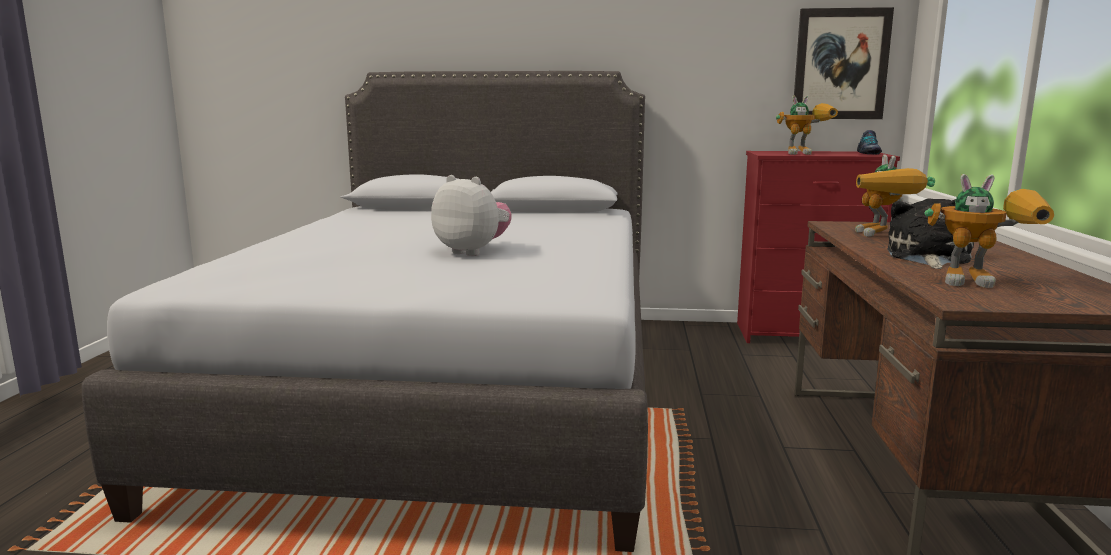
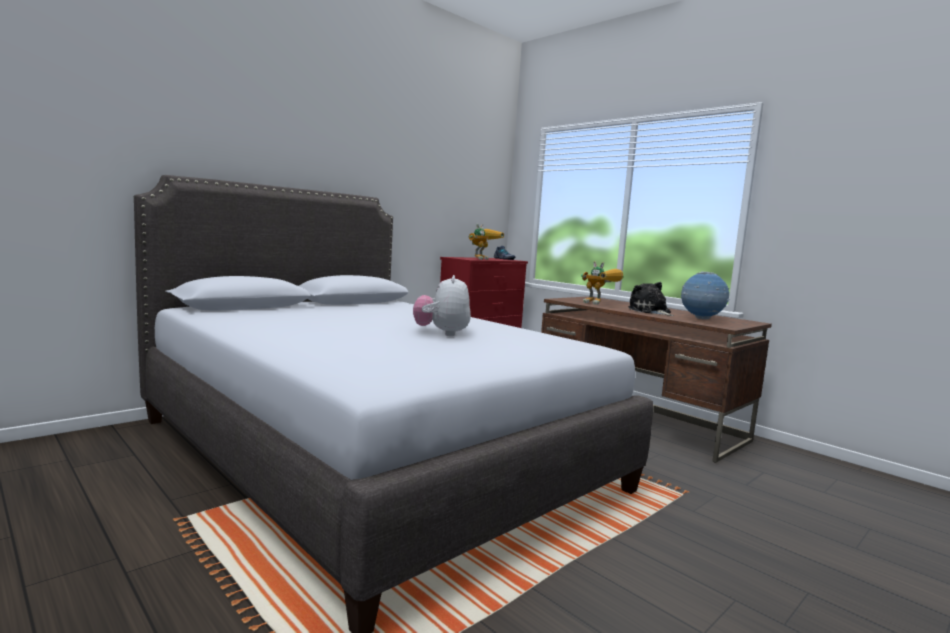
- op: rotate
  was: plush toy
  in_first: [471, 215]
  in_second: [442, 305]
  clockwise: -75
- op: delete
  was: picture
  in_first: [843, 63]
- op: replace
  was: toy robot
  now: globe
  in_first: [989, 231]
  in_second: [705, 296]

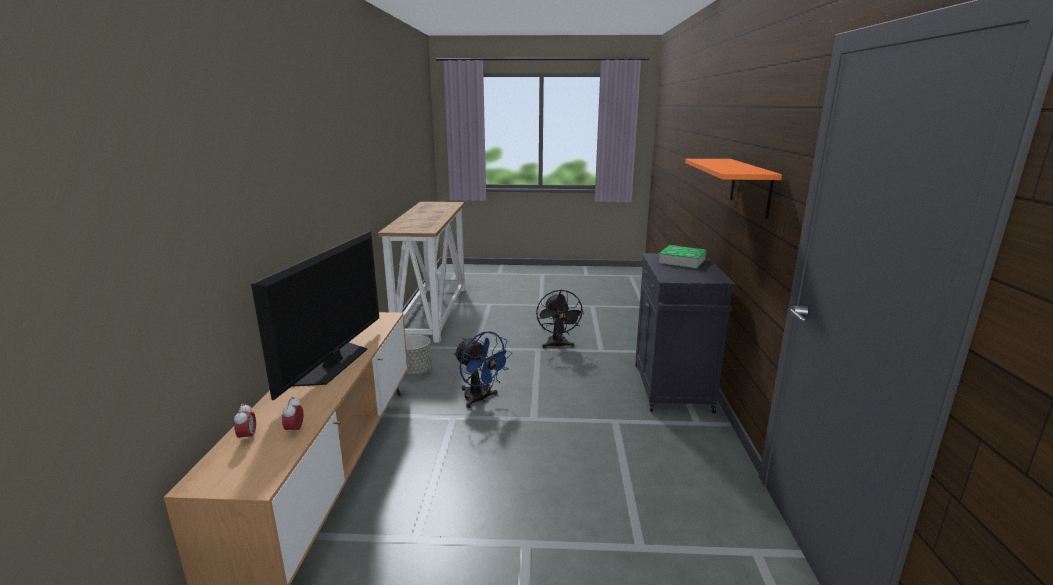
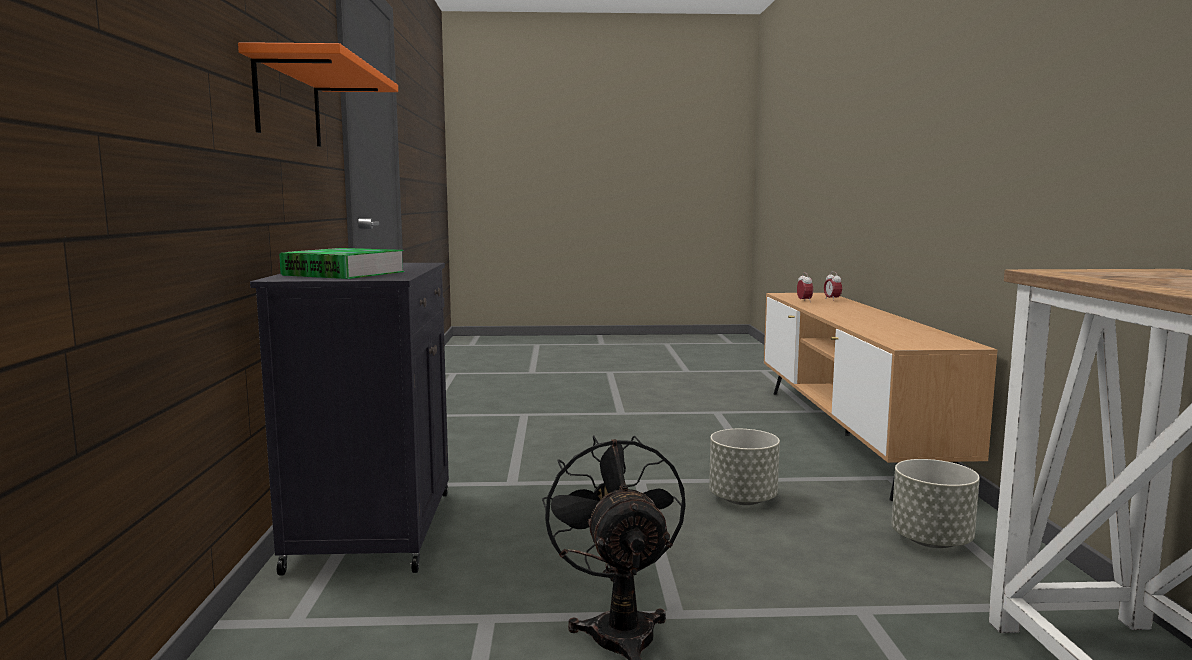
- op: delete
  was: television
  in_first: [315, 315]
- op: replace
  was: blue fan
  now: grey planter
  in_first: [483, 370]
  in_second: [744, 467]

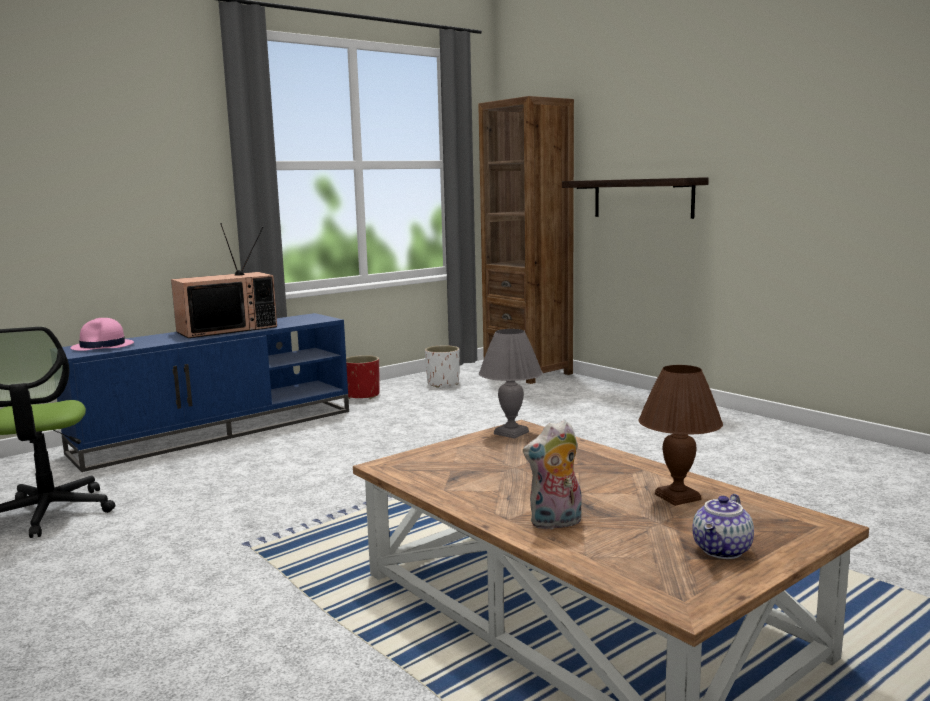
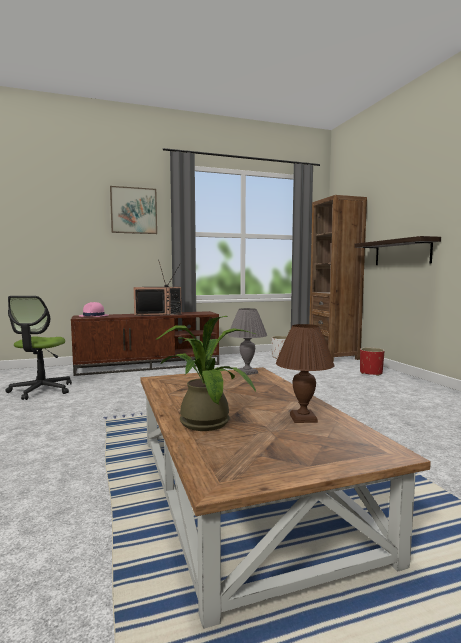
- op: recolor
  was: blue tv stand
  now: brown tv stand
  in_first: [203, 392]
  in_second: [145, 343]
- op: move
  was: red planter
  in_first: [363, 377]
  in_second: [372, 362]
- op: replace
  was: plush toy
  now: potted plant
  in_first: [552, 475]
  in_second: [206, 373]
- op: delete
  was: teapot
  in_first: [723, 526]
- op: insert
  now: picture
  in_second: [133, 210]

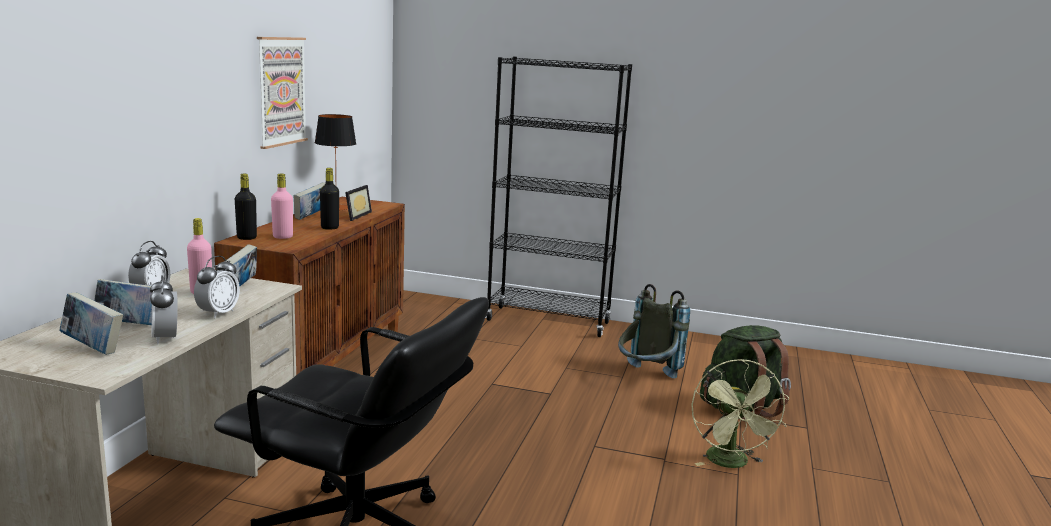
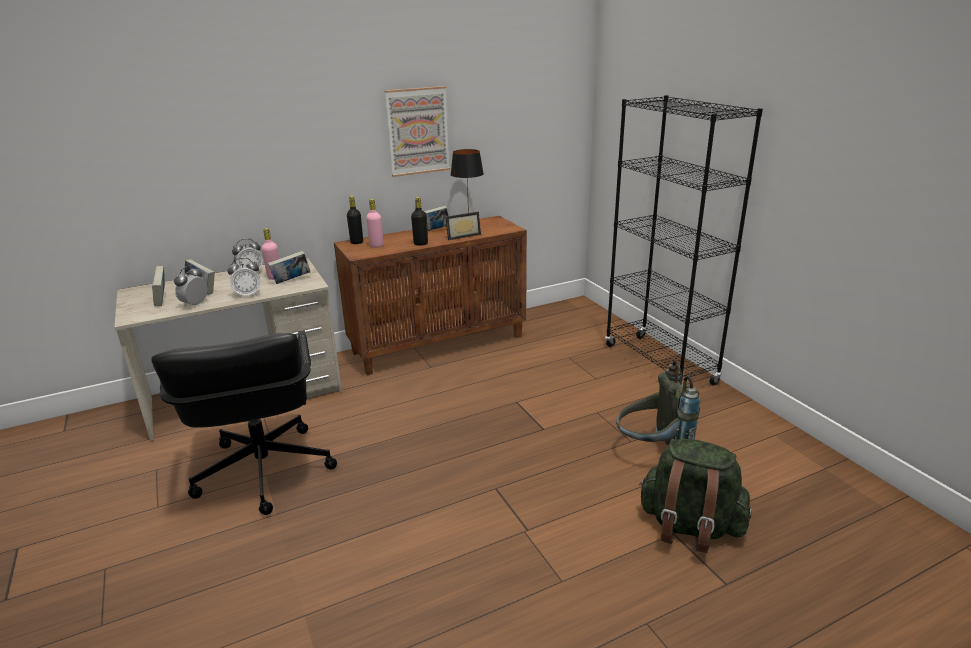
- op: delete
  was: green fan
  in_first: [740, 413]

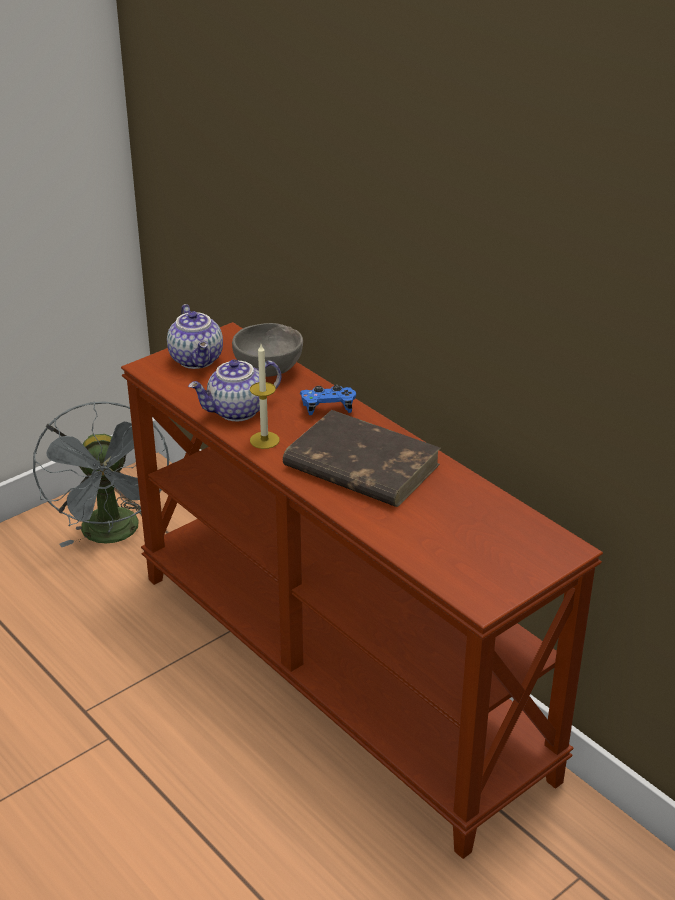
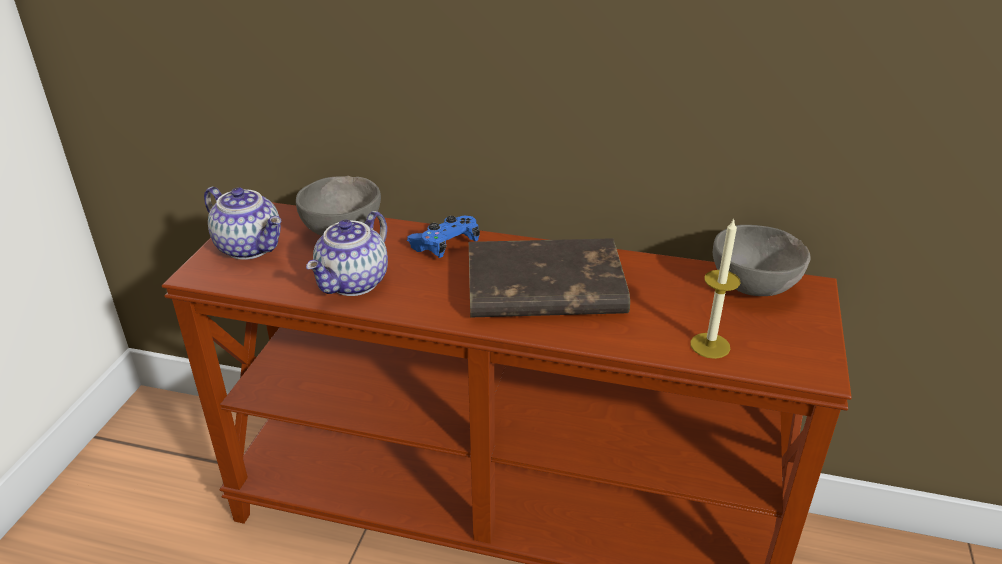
- op: delete
  was: grey fan
  in_first: [101, 474]
- op: move
  was: candle
  in_first: [265, 396]
  in_second: [715, 289]
- op: insert
  now: grey bowl
  in_second: [761, 260]

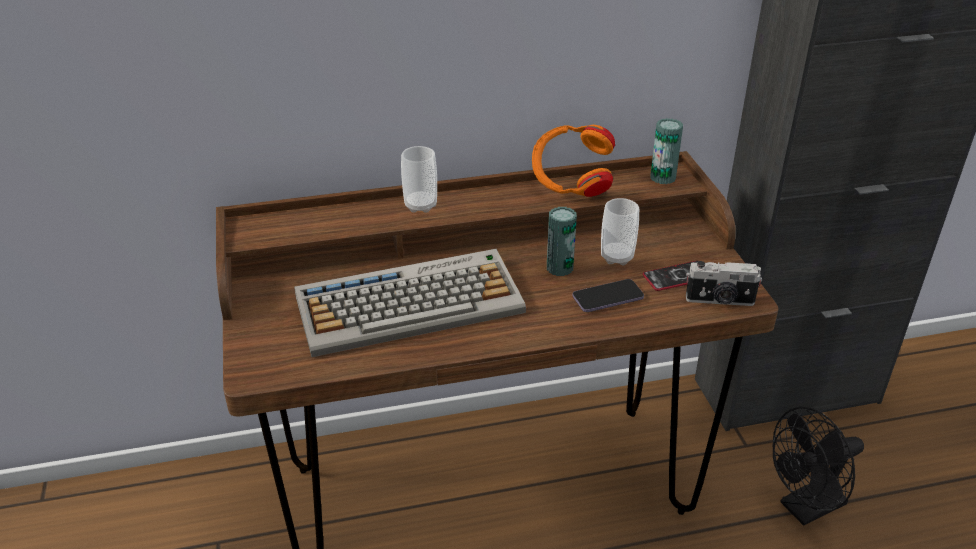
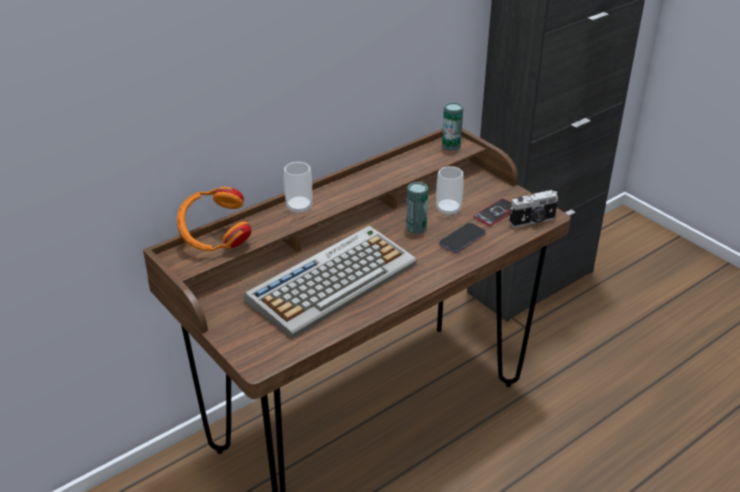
- op: move
  was: orange headphones
  in_first: [573, 161]
  in_second: [214, 219]
- op: delete
  was: black fan
  in_first: [818, 466]

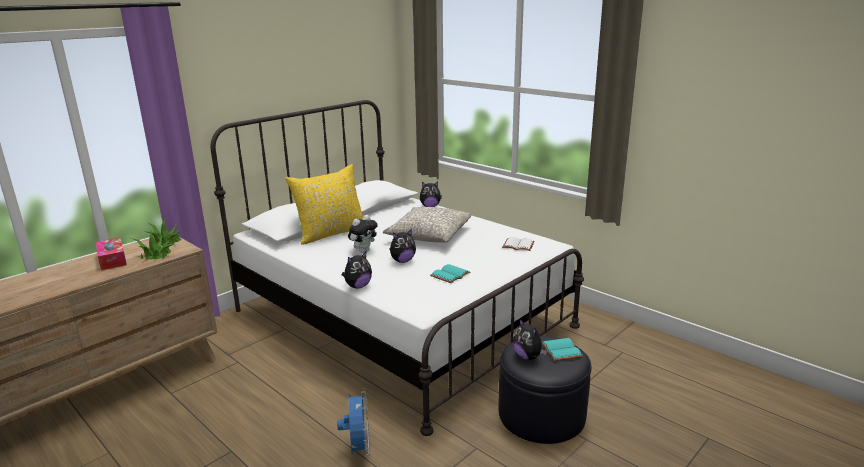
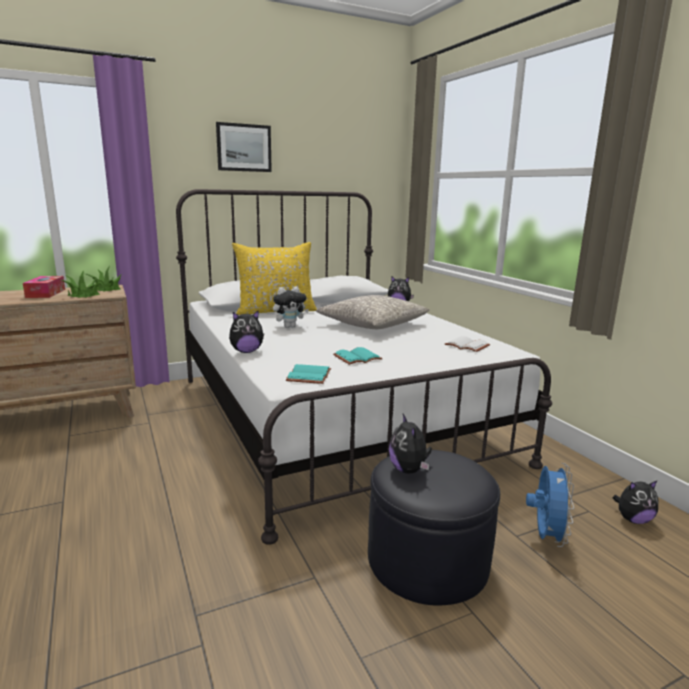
- op: move
  was: blue fan
  in_first: [353, 422]
  in_second: [550, 505]
- op: move
  was: plush toy
  in_first: [402, 246]
  in_second: [636, 502]
- op: move
  was: turquoise book
  in_first: [562, 349]
  in_second: [308, 374]
- op: insert
  now: picture
  in_second: [244, 147]

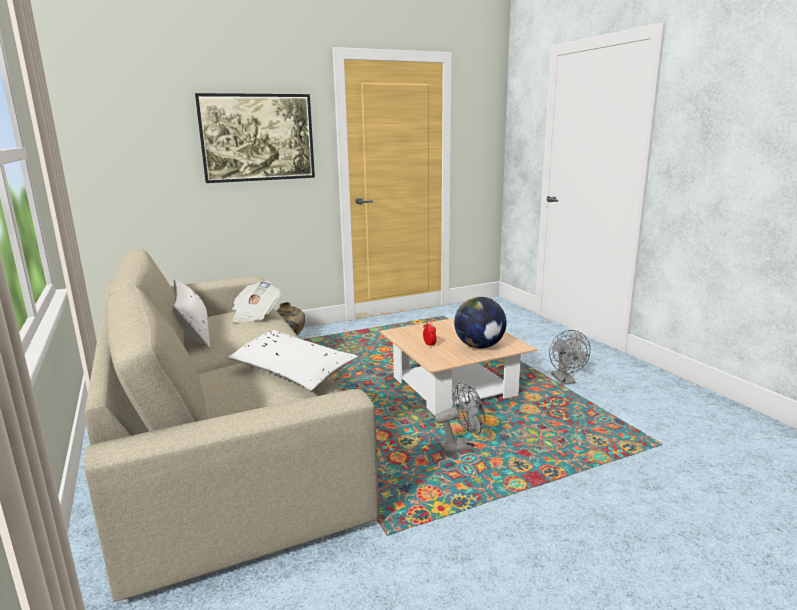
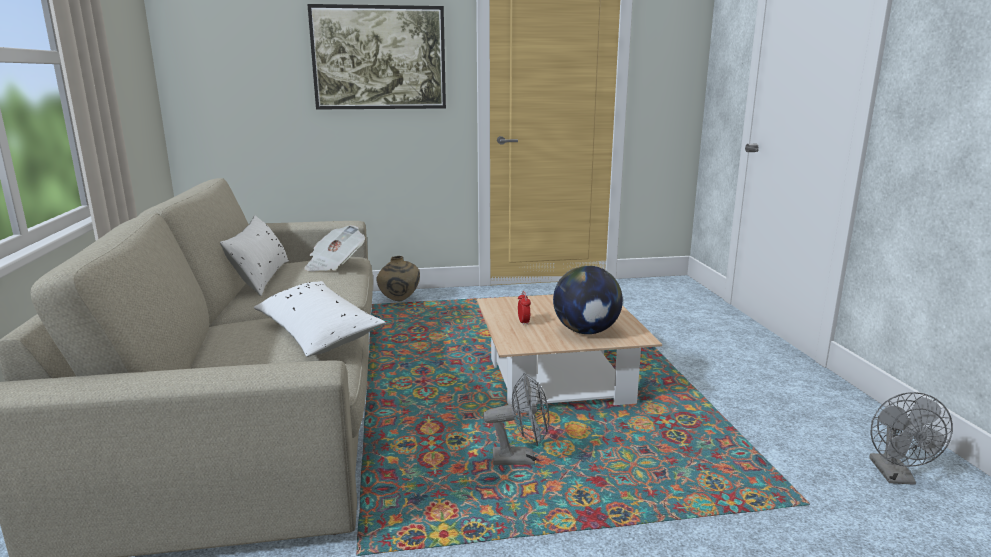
- op: move
  was: grey fan
  in_first: [570, 357]
  in_second: [911, 438]

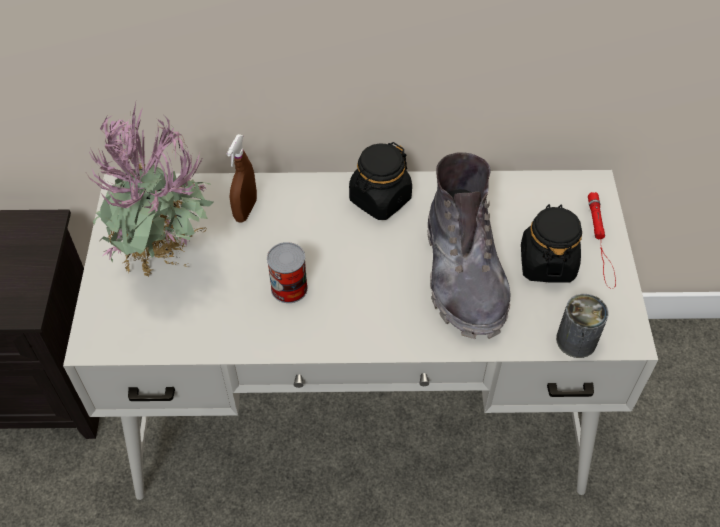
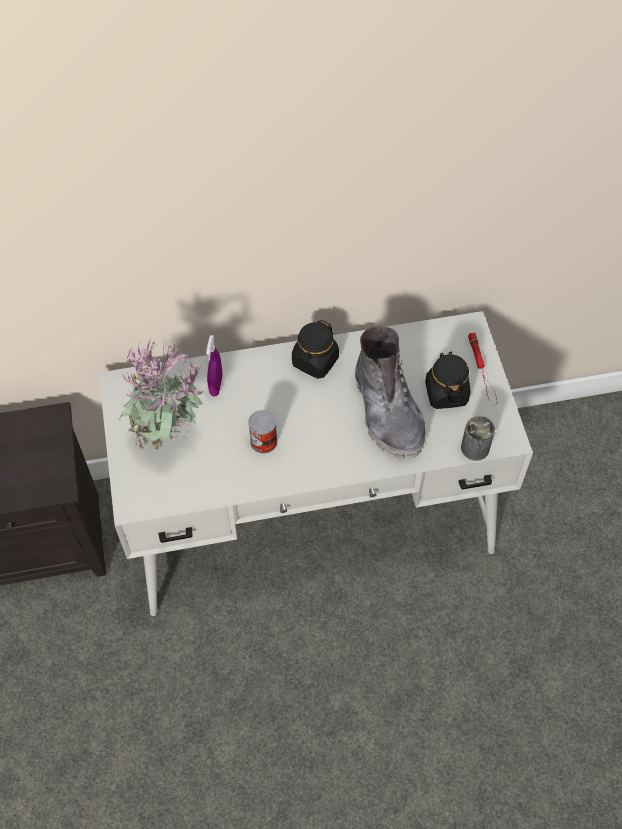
- op: recolor
  was: brown spray bottle
  now: purple spray bottle
  in_first: [242, 178]
  in_second: [214, 366]

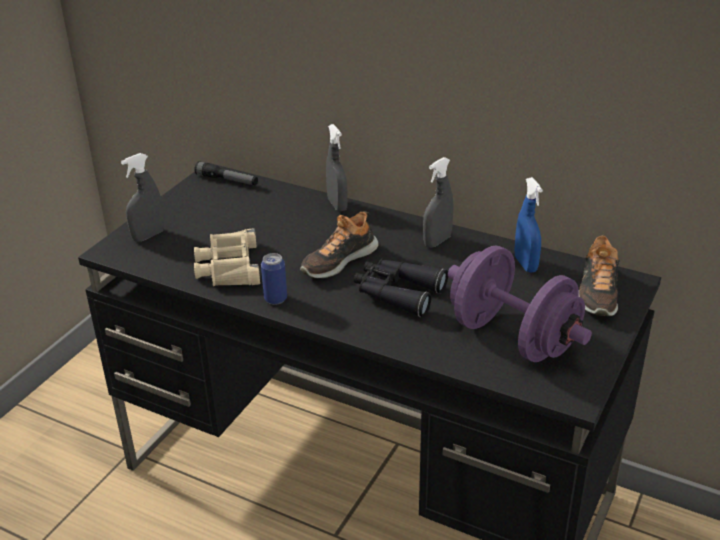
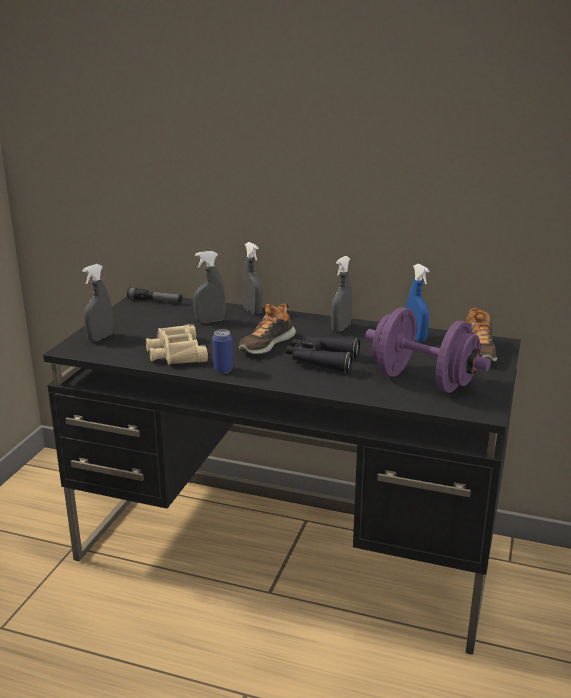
- op: insert
  now: grey spray bottle
  in_second: [209, 287]

